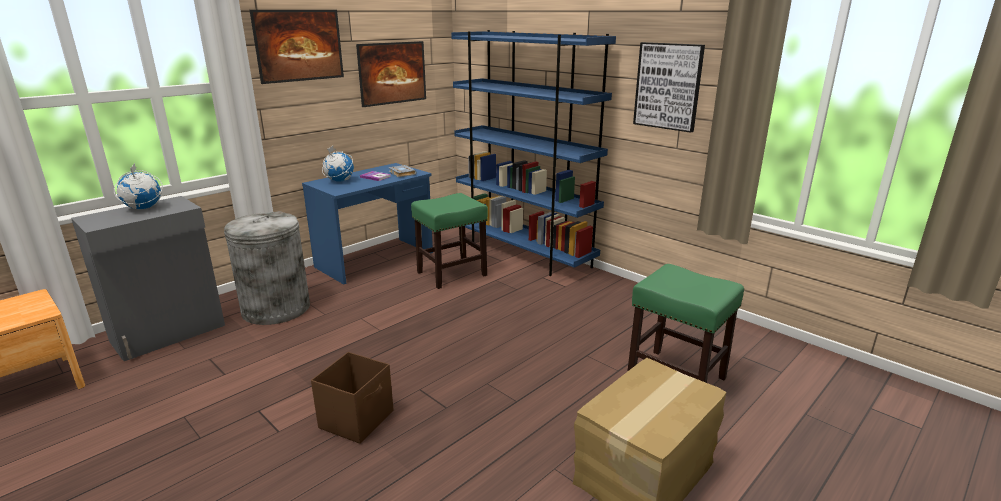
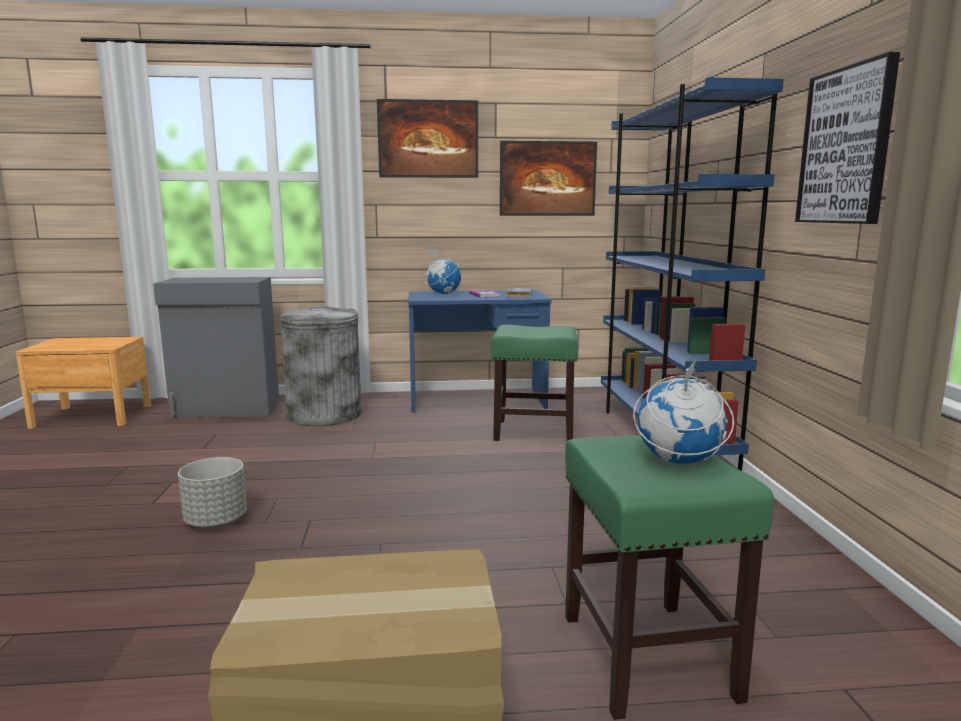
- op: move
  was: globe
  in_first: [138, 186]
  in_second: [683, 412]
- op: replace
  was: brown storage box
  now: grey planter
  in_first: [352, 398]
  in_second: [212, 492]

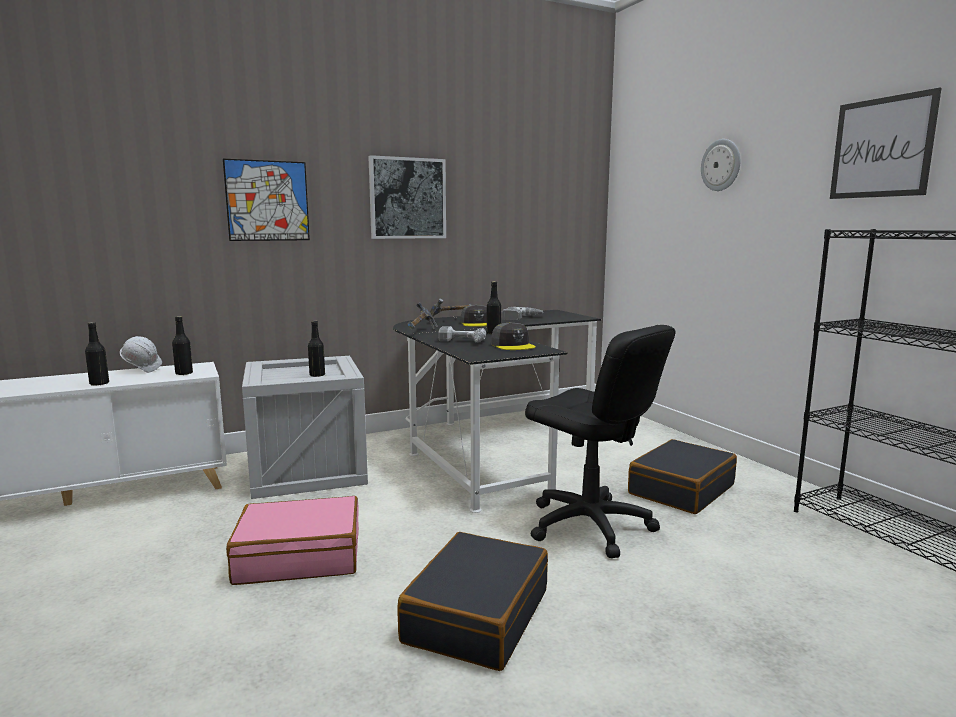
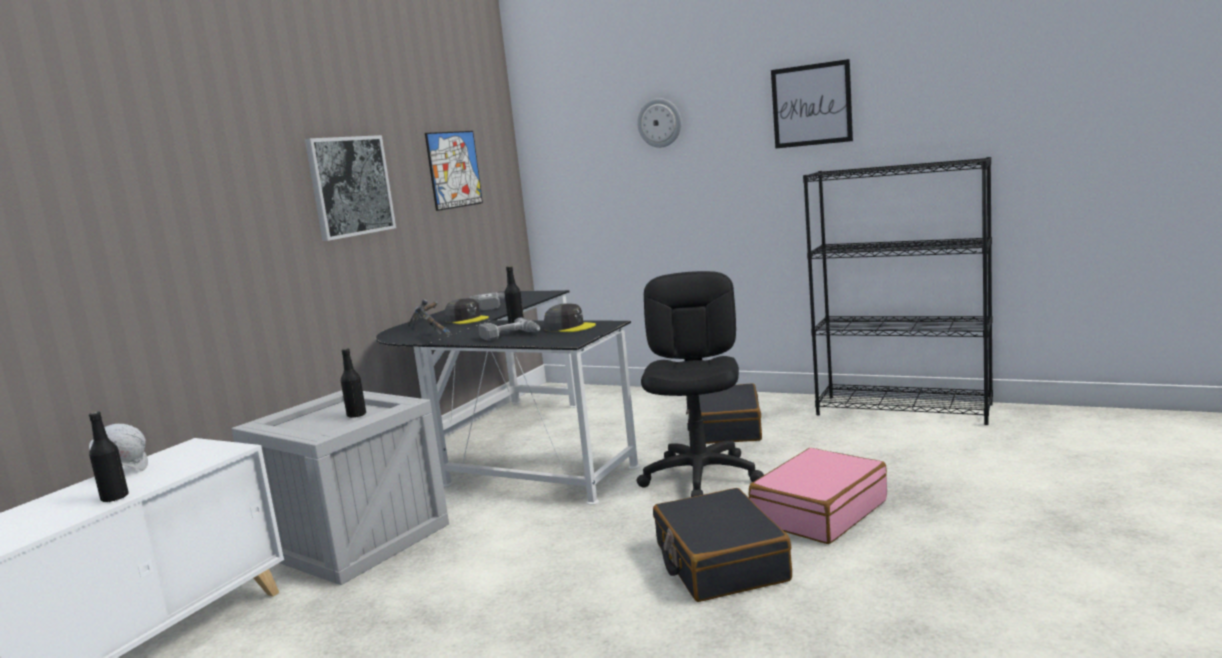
- op: delete
  was: black bottle
  in_first: [182, 345]
- op: move
  was: picture
  in_first: [266, 200]
  in_second: [454, 171]
- op: move
  was: pink suitcase
  in_first: [292, 540]
  in_second: [818, 496]
- op: rotate
  was: black office chair
  in_first: [600, 441]
  in_second: [700, 384]
  clockwise: -90

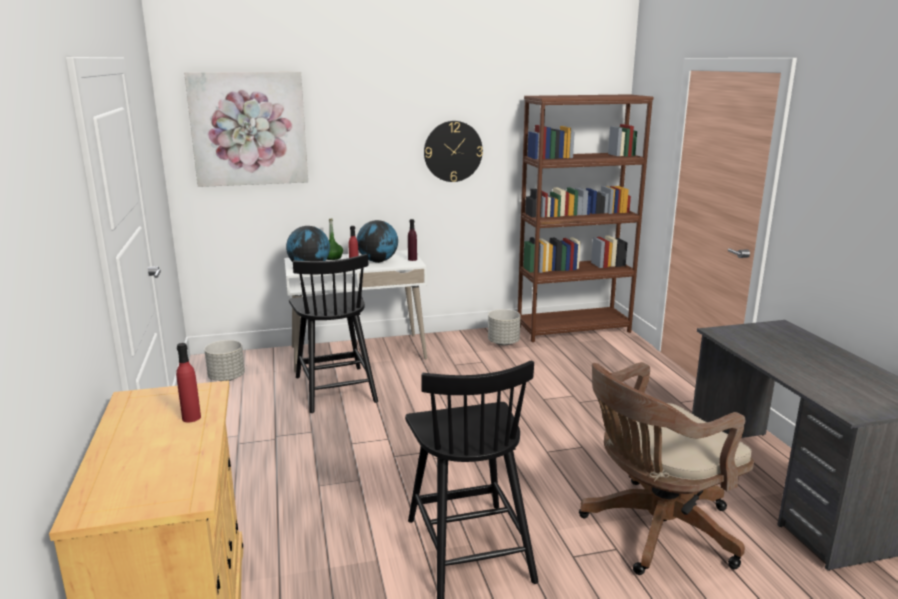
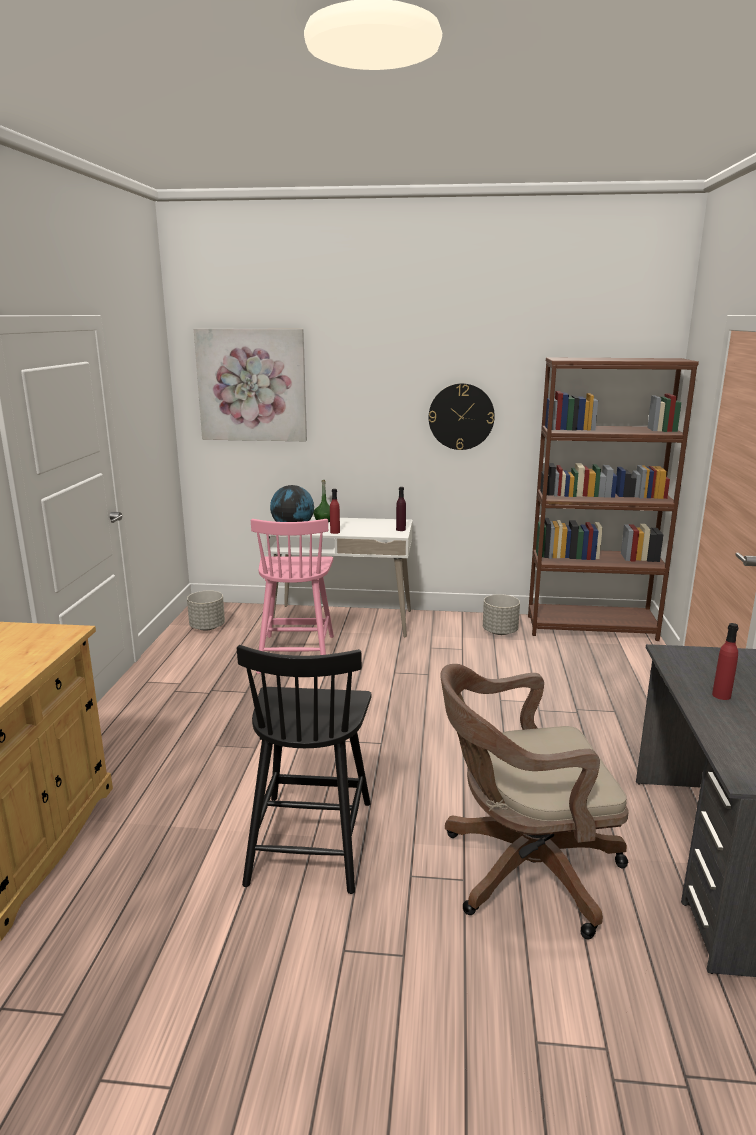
- op: move
  was: red bottle
  in_first: [188, 382]
  in_second: [725, 661]
- op: recolor
  was: black chair
  now: pink chair
  in_first: [333, 333]
  in_second: [292, 596]
- op: delete
  was: globe
  in_first: [377, 241]

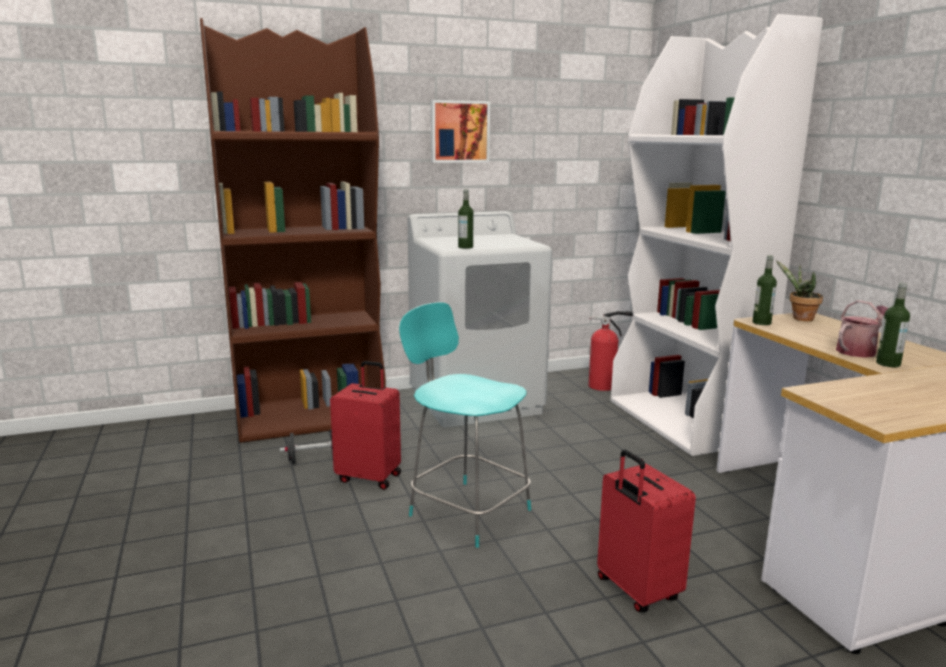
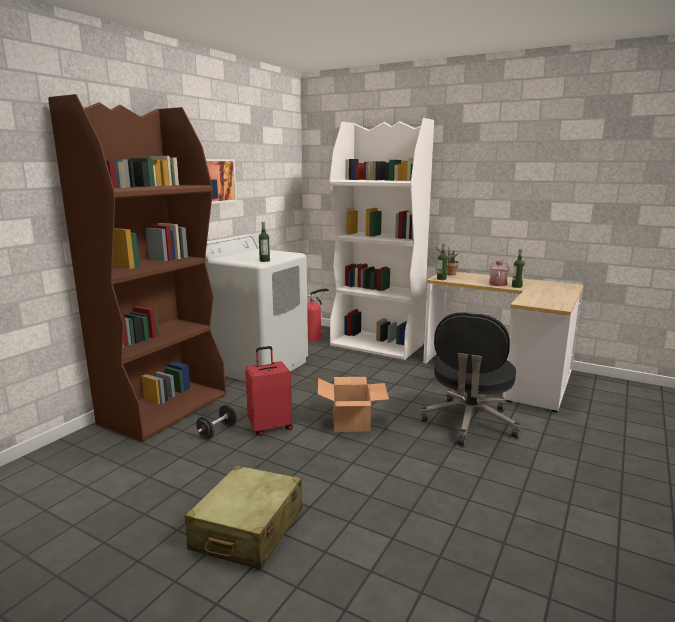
- op: replace
  was: turquoise stool
  now: cardboard box
  in_first: [465, 425]
  in_second: [353, 404]
- op: replace
  was: red suitcase
  now: black office chair
  in_first: [646, 531]
  in_second: [470, 379]
- op: insert
  now: beige suitcase
  in_second: [243, 517]

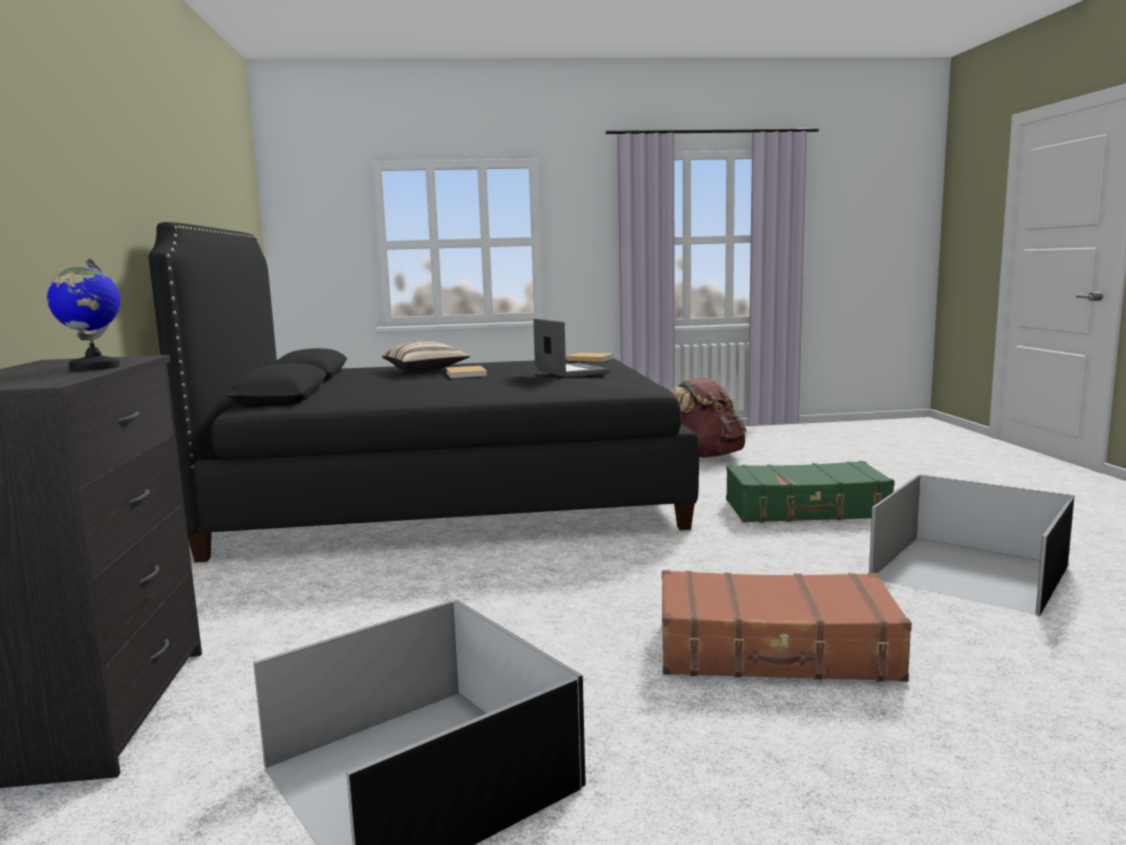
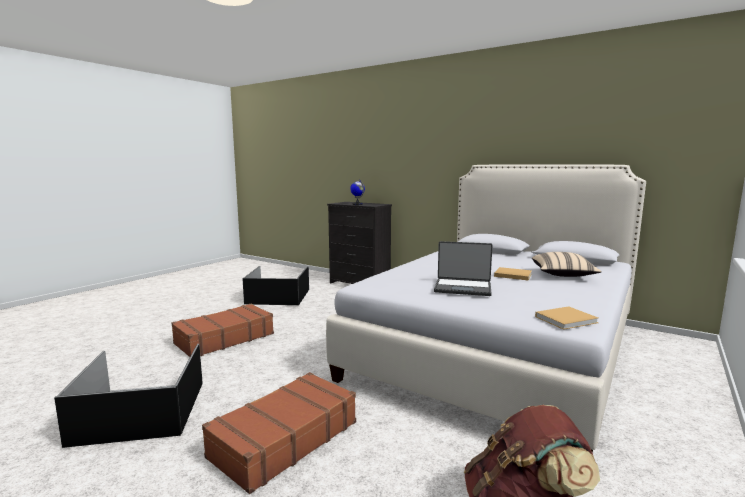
- op: recolor
  was: black bed
  now: white bed
  in_first: [424, 392]
  in_second: [486, 308]
- op: recolor
  was: green suitcase
  now: brown suitcase
  in_first: [810, 492]
  in_second: [279, 433]

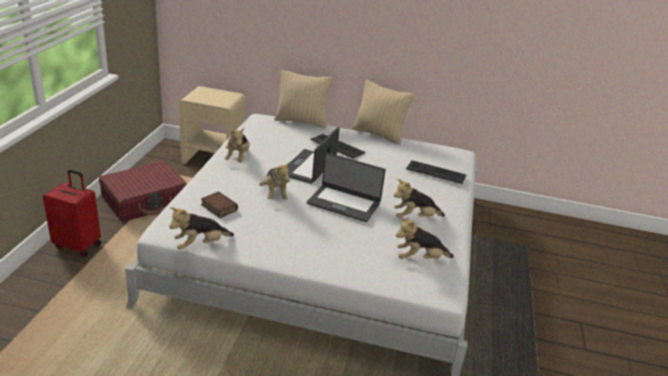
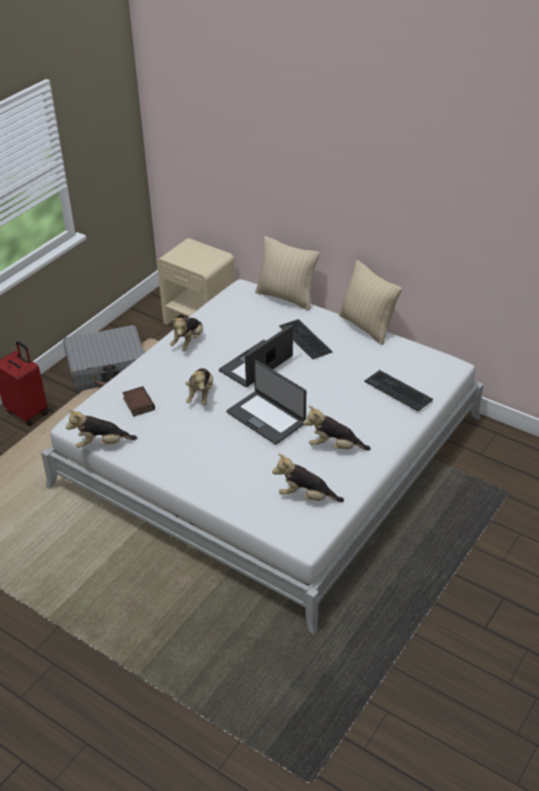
- op: recolor
  was: red suitcase
  now: grey suitcase
  in_first: [143, 191]
  in_second: [104, 358]

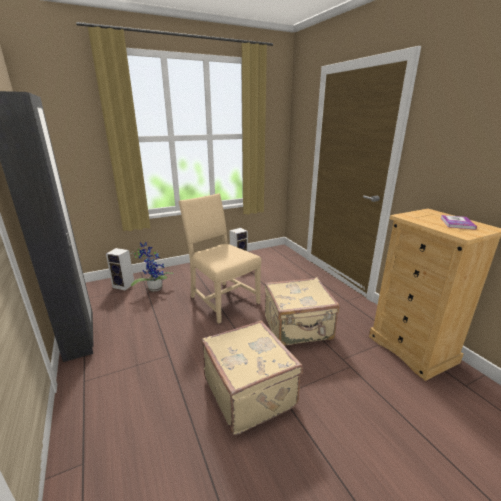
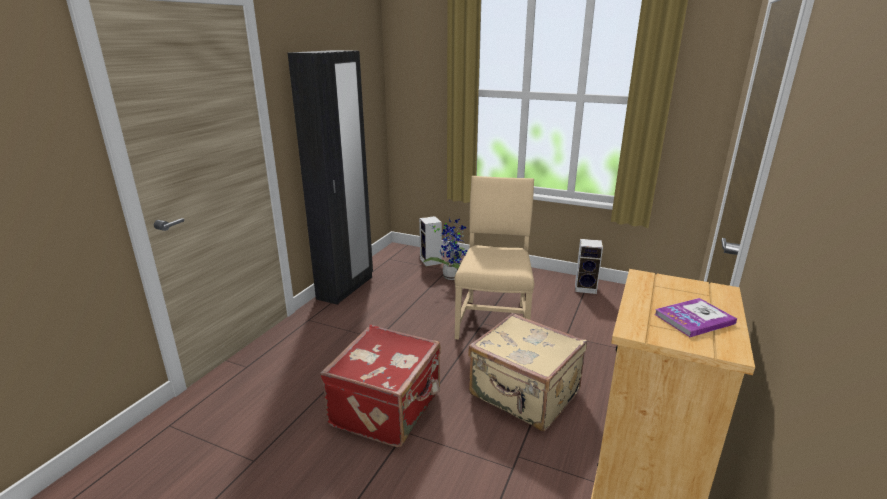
- op: recolor
  was: beige suitcase
  now: red suitcase
  in_first: [252, 377]
  in_second: [380, 386]

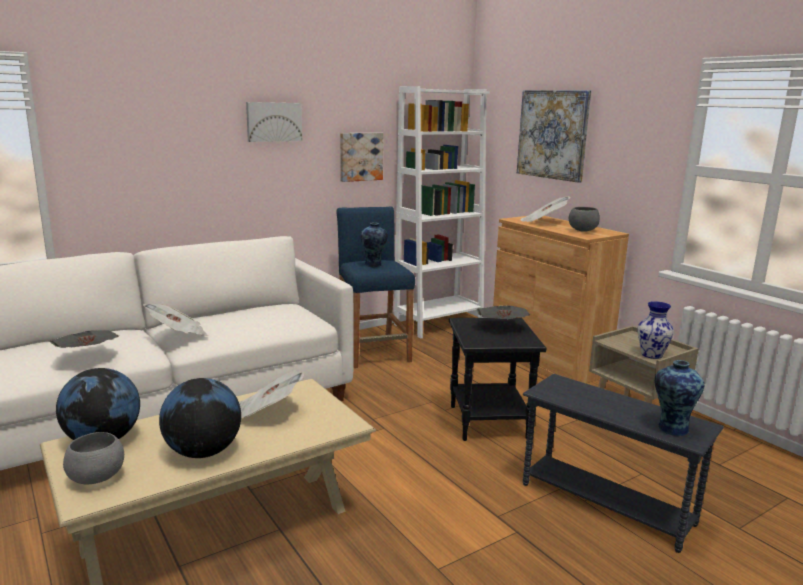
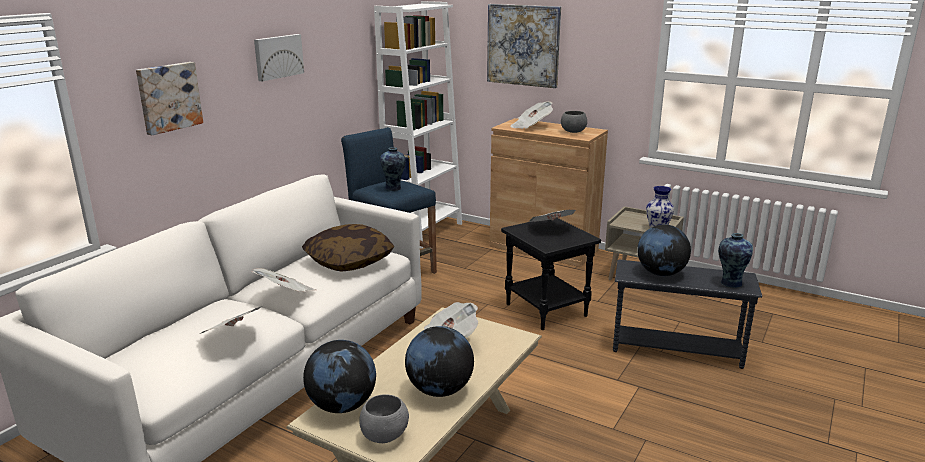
- op: move
  was: picture
  in_first: [362, 157]
  in_second: [169, 98]
- op: insert
  now: pillow
  in_second: [348, 248]
- op: insert
  now: globe
  in_second: [664, 250]

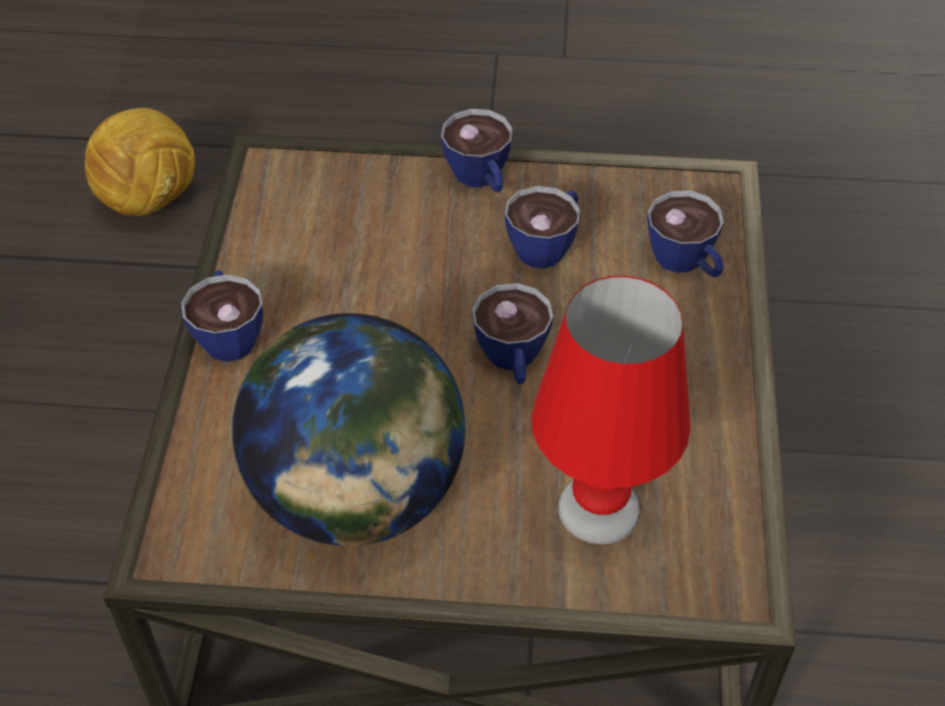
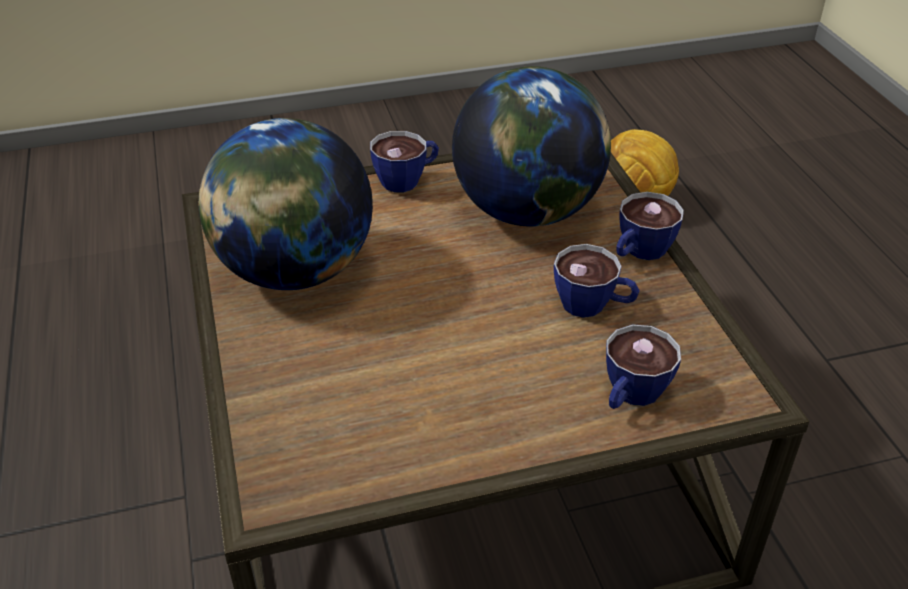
- op: delete
  was: cup
  in_first: [512, 333]
- op: delete
  was: red table lamp
  in_first: [611, 410]
- op: insert
  now: globe
  in_second: [531, 146]

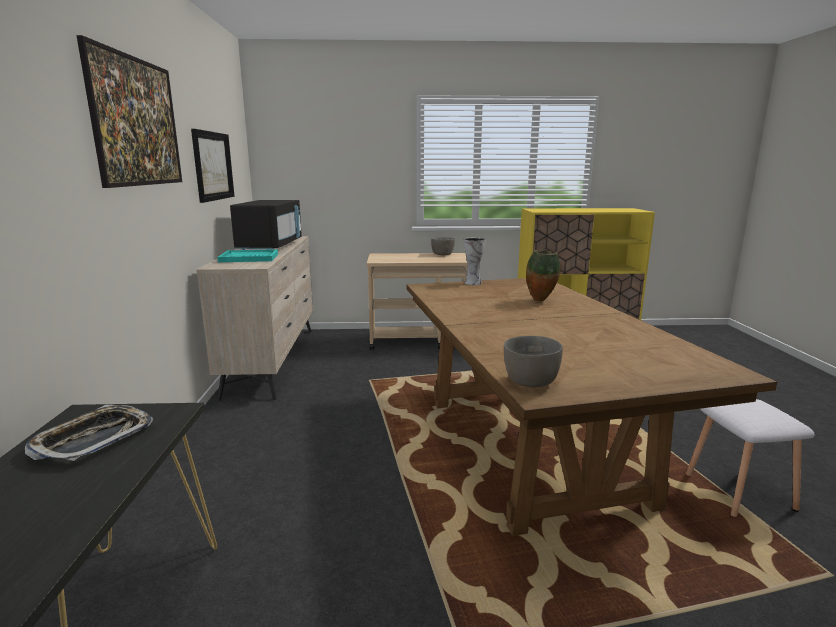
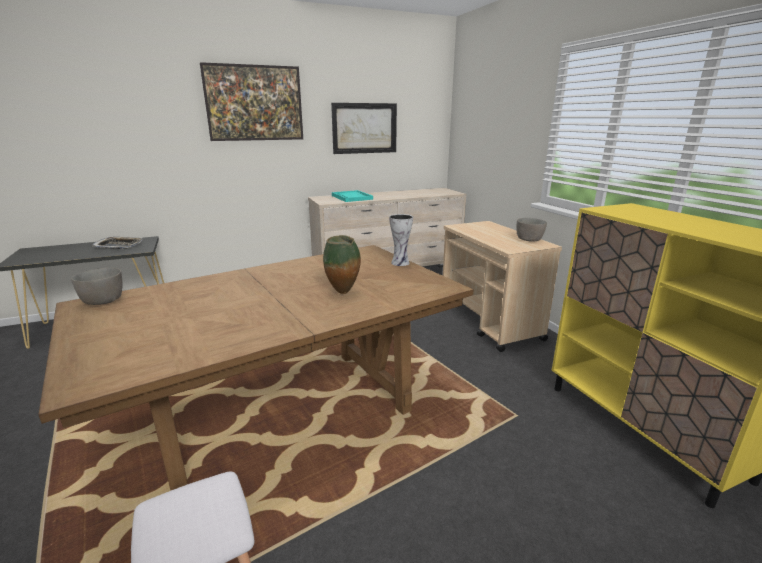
- op: delete
  was: black microwave
  in_first: [266, 225]

